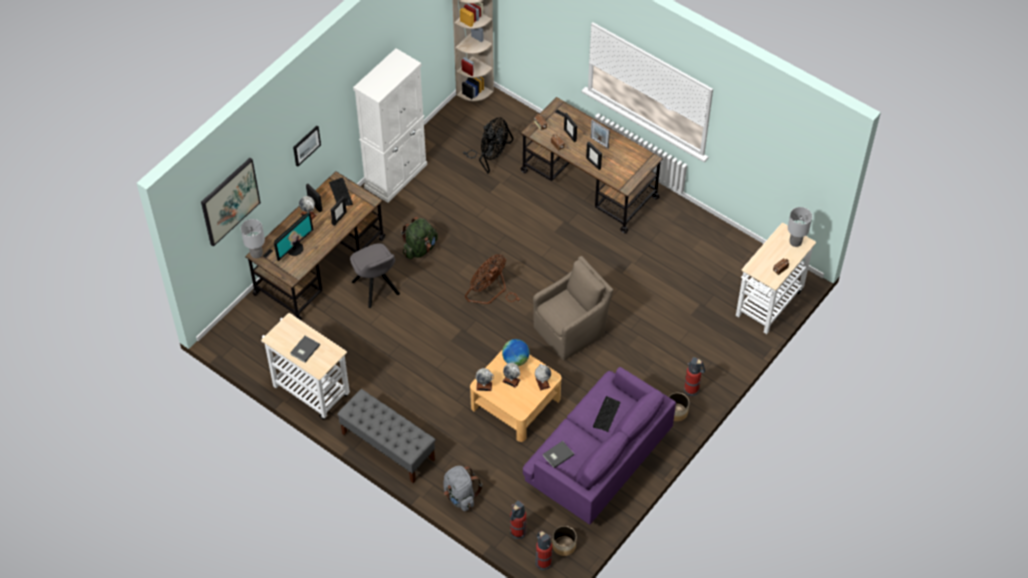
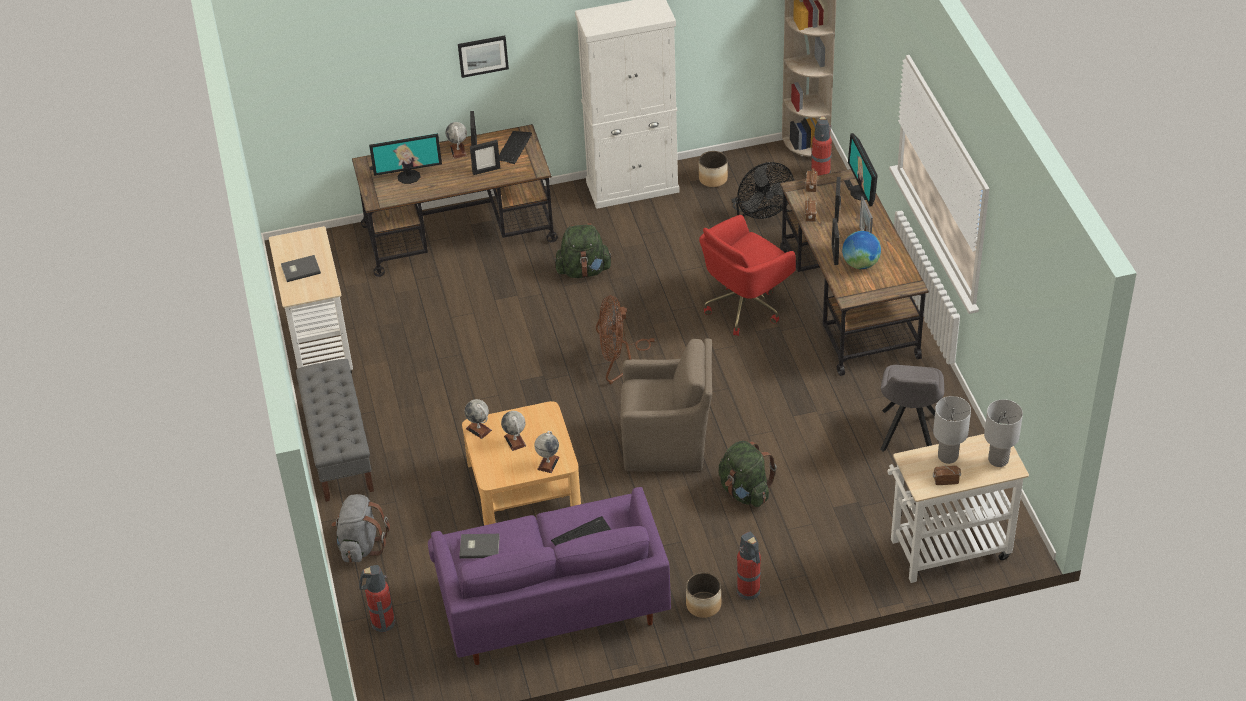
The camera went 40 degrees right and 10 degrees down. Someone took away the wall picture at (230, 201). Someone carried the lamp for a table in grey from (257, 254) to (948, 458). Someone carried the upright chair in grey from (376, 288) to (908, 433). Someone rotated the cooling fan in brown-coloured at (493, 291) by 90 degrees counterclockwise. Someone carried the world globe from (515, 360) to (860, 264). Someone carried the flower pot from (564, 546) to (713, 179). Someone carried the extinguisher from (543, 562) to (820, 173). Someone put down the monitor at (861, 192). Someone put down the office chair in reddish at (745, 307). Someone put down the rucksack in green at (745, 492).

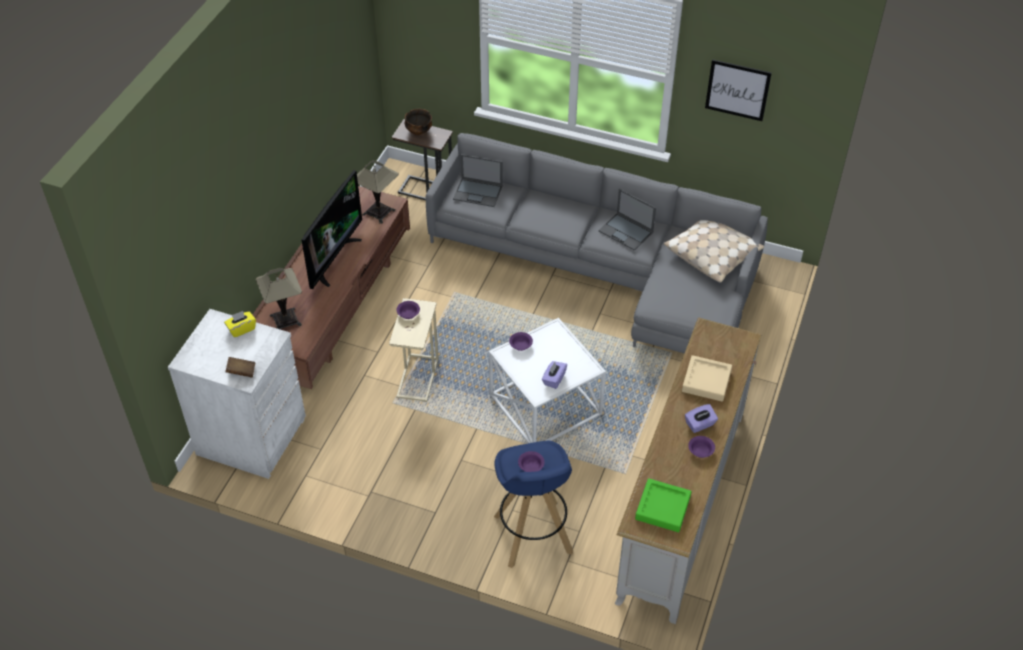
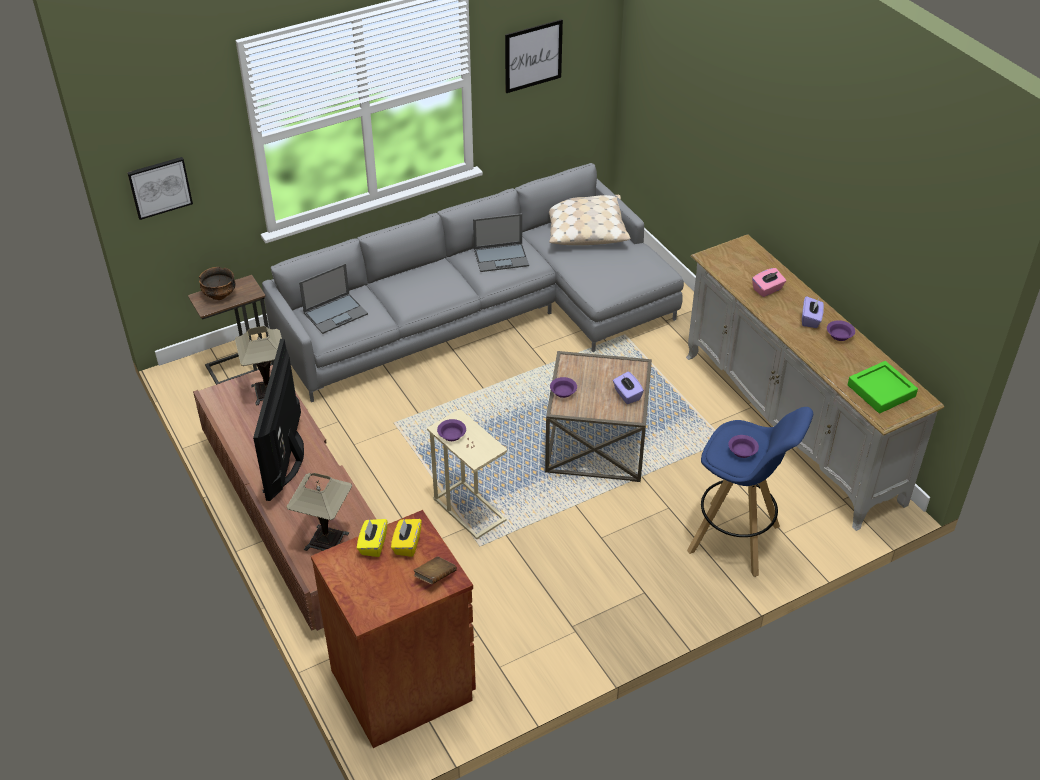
The camera went 50 degrees left and 5 degrees down. Someone rotated the TV set at (333, 259) by 150 degrees counterclockwise. Someone repainted the dresser in white-coloured at (252, 437), which became the dresser in brown-coloured at (401, 683). Someone repainted the accent table in white-coloured at (545, 405), which became the accent table in brown-coloured at (597, 444). Someone swapped the carrying tray in beige at (706, 381) for the tissue box in pink at (767, 290). Someone put up the wall picture at (160, 187). Someone put down the tissue box in yellow at (407, 544).

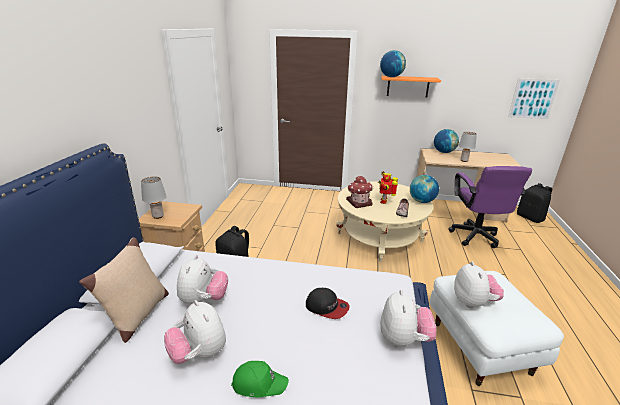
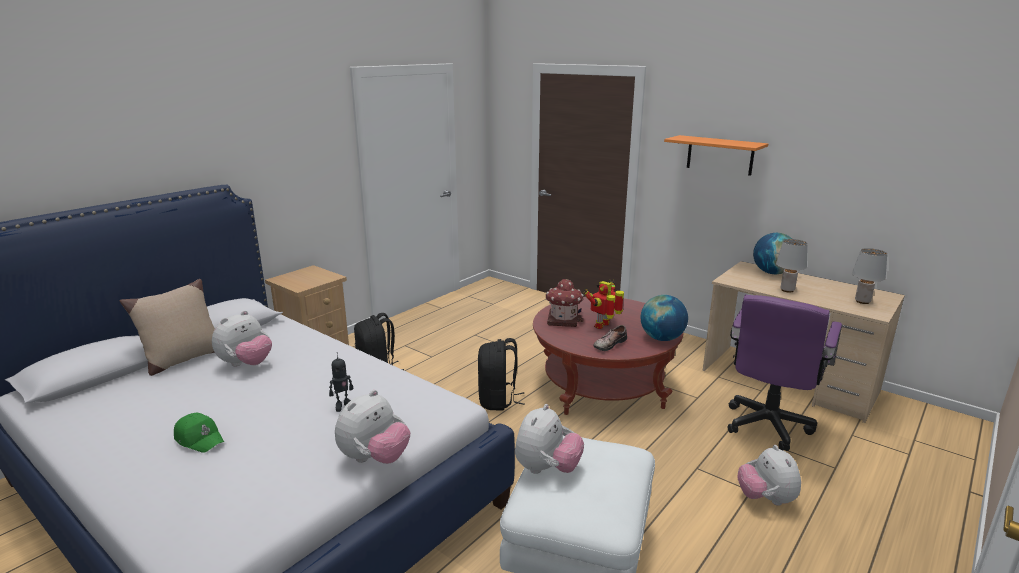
The camera went 30 degrees right and 5 degrees down. Someone took away the world globe at (391, 77). Someone took away the wall picture at (533, 99). Someone carried the lamp for a table in grey from (158, 216) to (863, 301). Someone repainted the low table in beige at (380, 237), which became the low table in reddish at (603, 385). Someone carried the rucksack in black from (530, 218) to (498, 400). Someone swapped the baseball cap at (327, 307) for the robot figure at (343, 405). Someone carried the cuddly toy from (199, 353) to (765, 499).

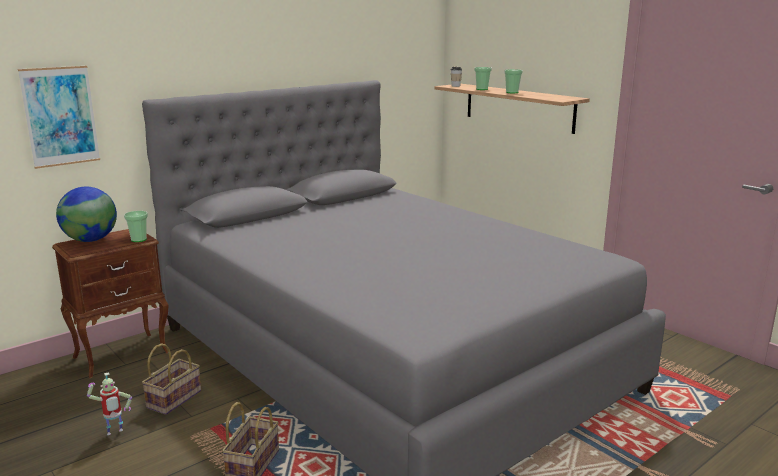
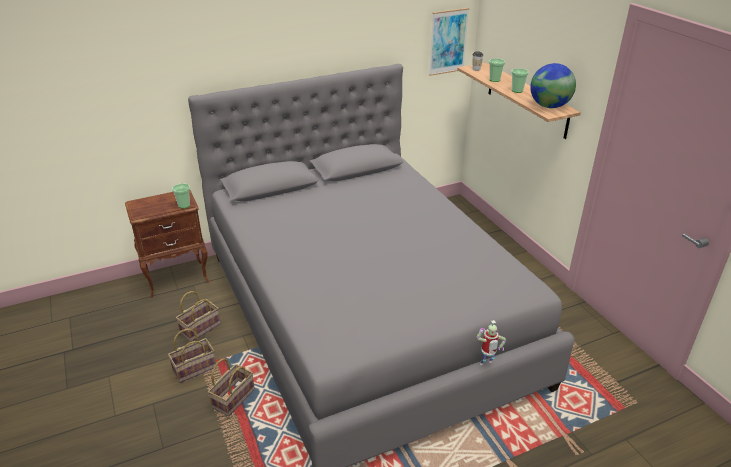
The camera went 15 degrees right and 15 degrees up. Someone carried the wall picture from (60, 116) to (448, 42). Someone carried the world globe from (90, 240) to (549, 106). Someone carried the robot figure from (115, 433) to (486, 364). Someone put down the household basket at (195, 368).

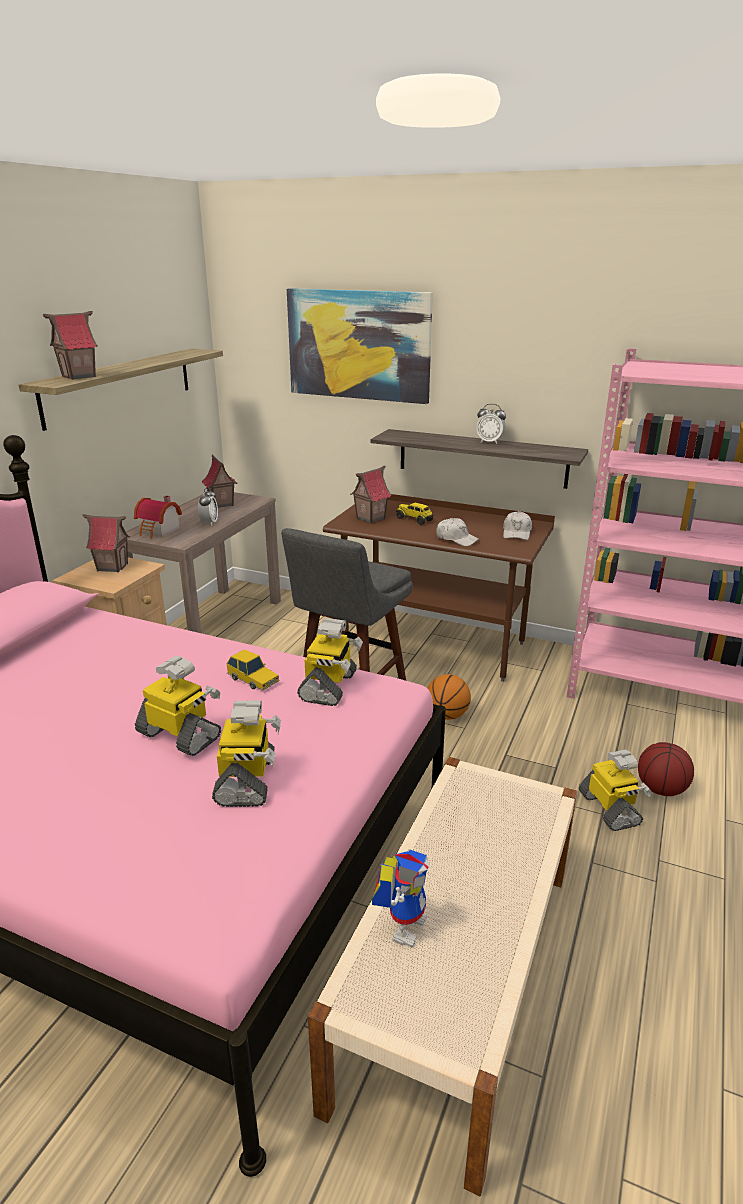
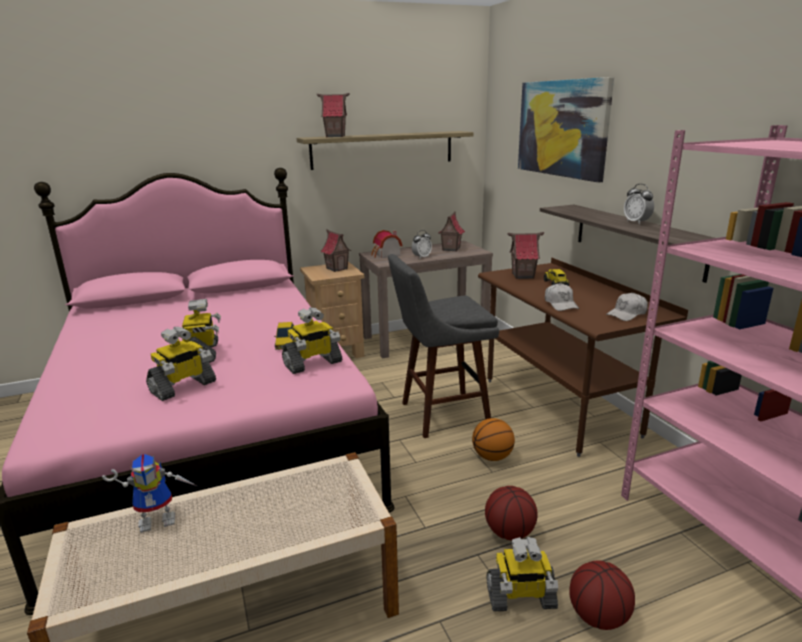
The camera went 45 degrees right and 5 degrees down. Someone rotated the robot figure at (610, 809) by 60 degrees clockwise. Someone put down the basketball ball at (509, 532).

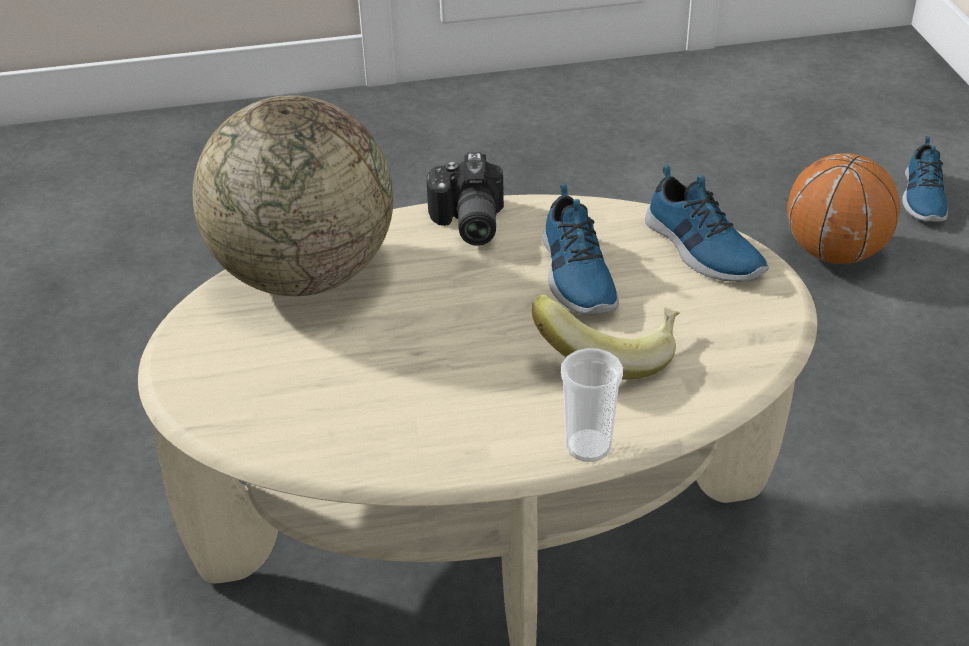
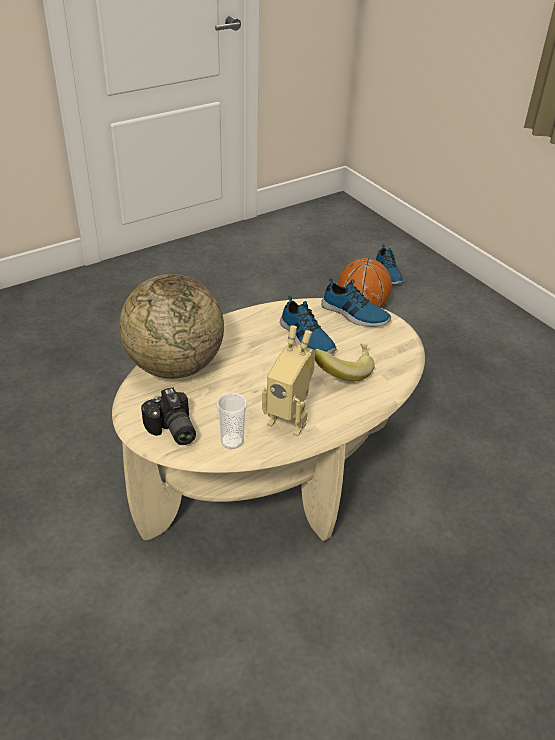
The camera went 25 degrees left and 0 degrees up. Someone carried the still camera from (466, 223) to (171, 431). Someone carried the cup from (588, 446) to (232, 441). Someone put down the robot figure at (289, 420).

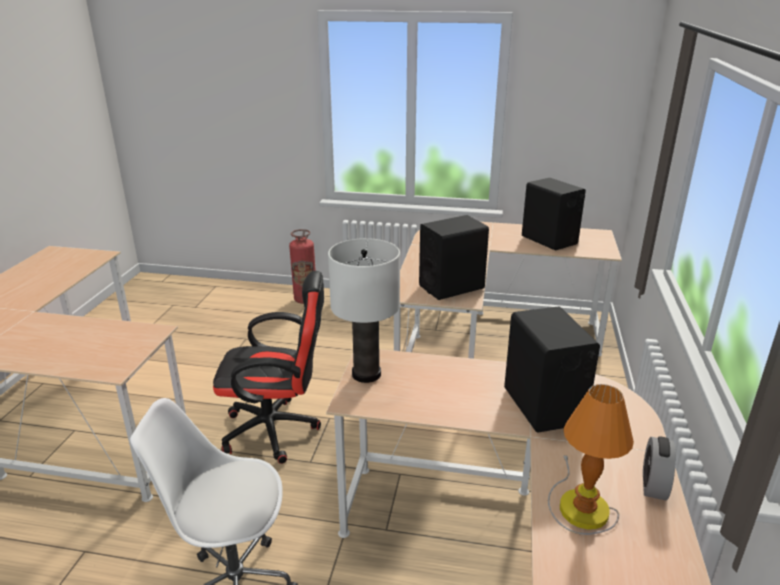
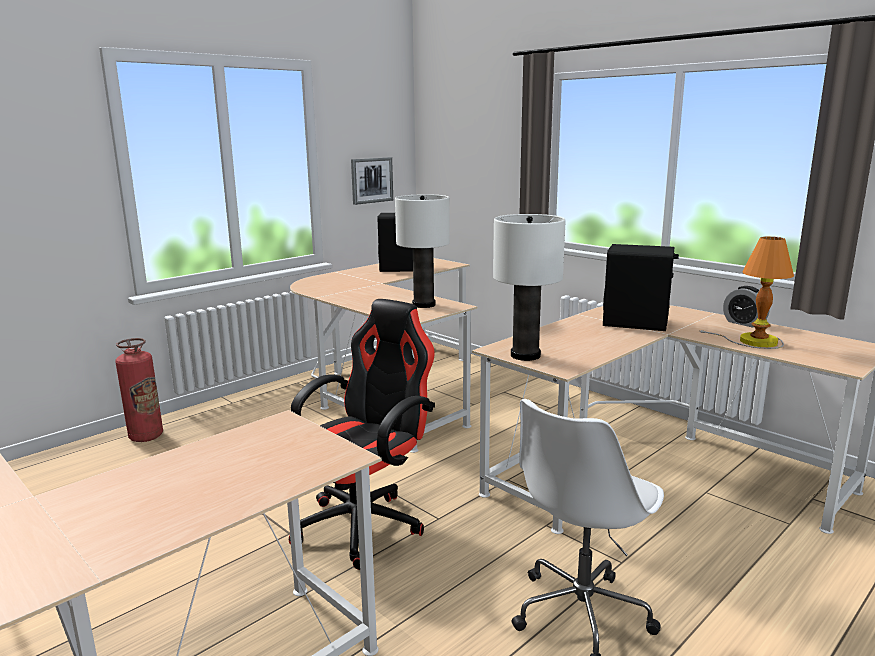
The camera went 55 degrees left and 10 degrees down. Someone swapped the audio speaker in black at (451, 287) for the lamp for a table in white-coloured at (424, 305). Someone put up the wall picture at (371, 180).

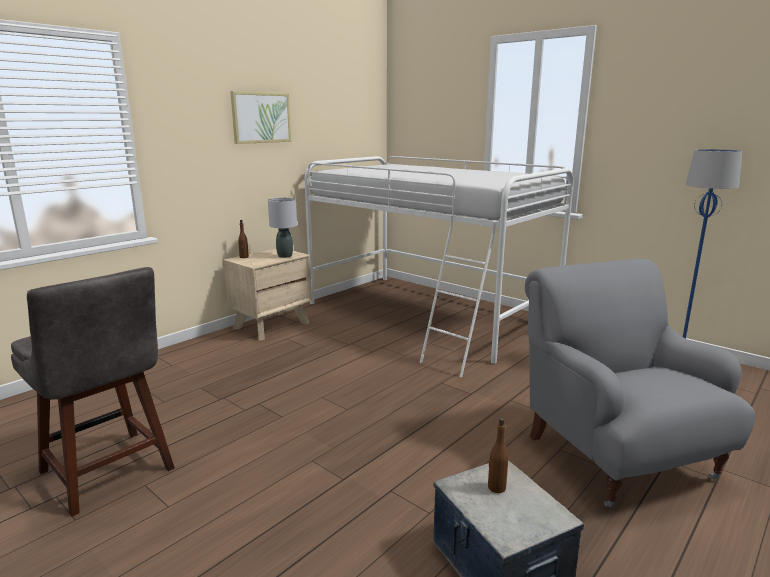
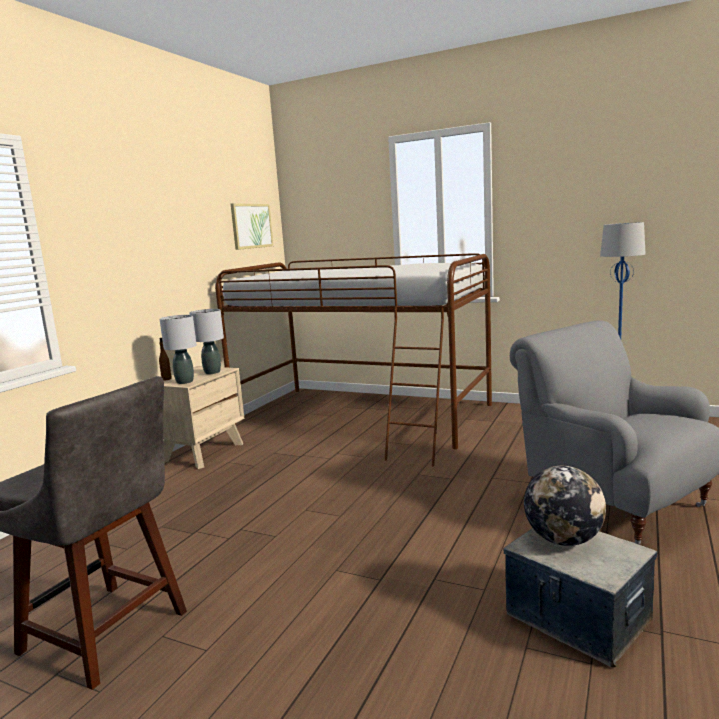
The camera went 15 degrees left and 5 degrees down. Someone carried the wall picture from (261, 117) to (251, 226). Someone repainted the bedroom bed in white-coloured at (429, 314), which became the bedroom bed in brown-coloured at (364, 416). Someone swapped the drink bottle in brown-coloured at (496, 487) for the world globe at (563, 540). Someone put down the lamp for a table in grey at (185, 382).

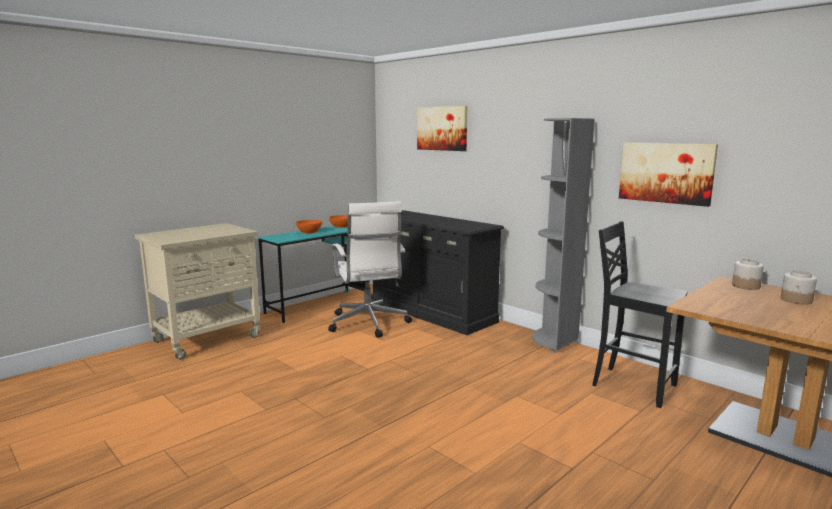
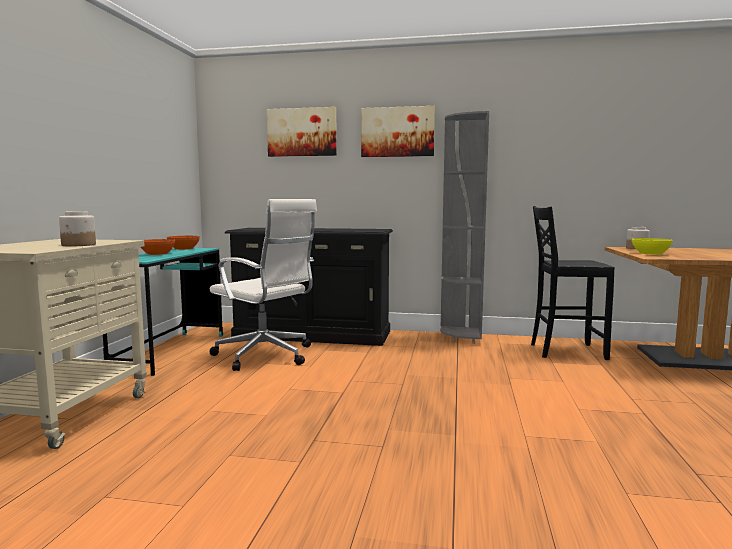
The camera went 35 degrees left and 5 degrees down. Someone carried the wall picture from (666, 172) to (397, 132). Someone carried the preserve jar from (796, 300) to (78, 245). Someone put down the serving bowl in yellow at (650, 253).

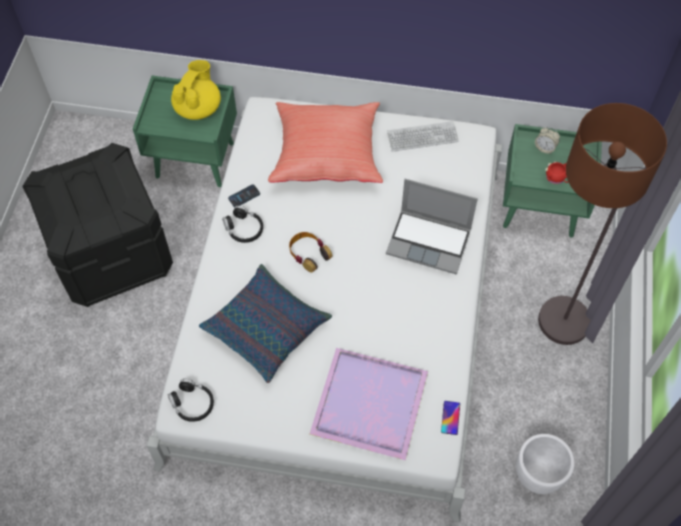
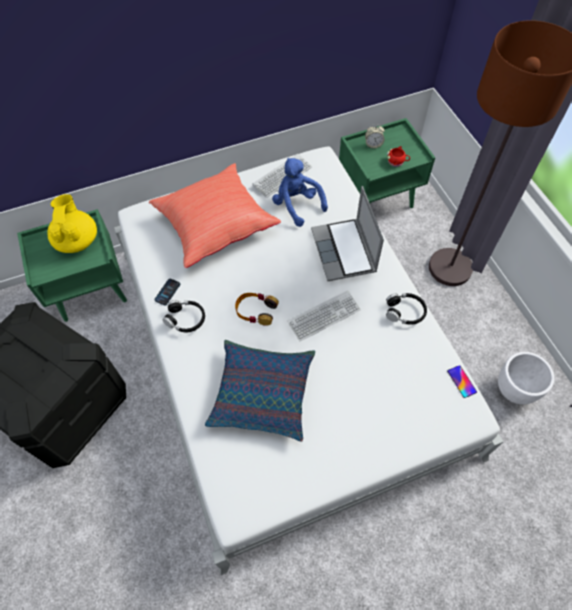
The camera went 30 degrees left and 0 degrees up. Someone rotated the portable computer at (430, 242) by 90 degrees clockwise. Someone took away the carrying tray in purple at (367, 405). Someone carried the headset in black from (192, 403) to (405, 312). Someone put down the cuddly toy in blue-coloured at (297, 205). Someone put down the computer keyboard at (324, 316).

